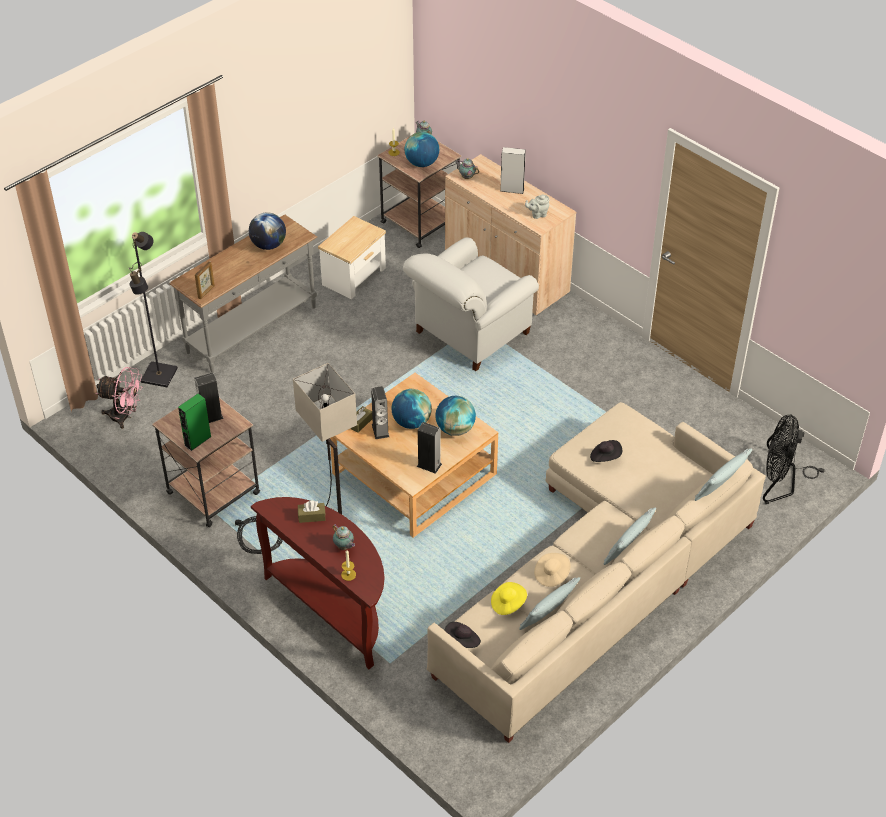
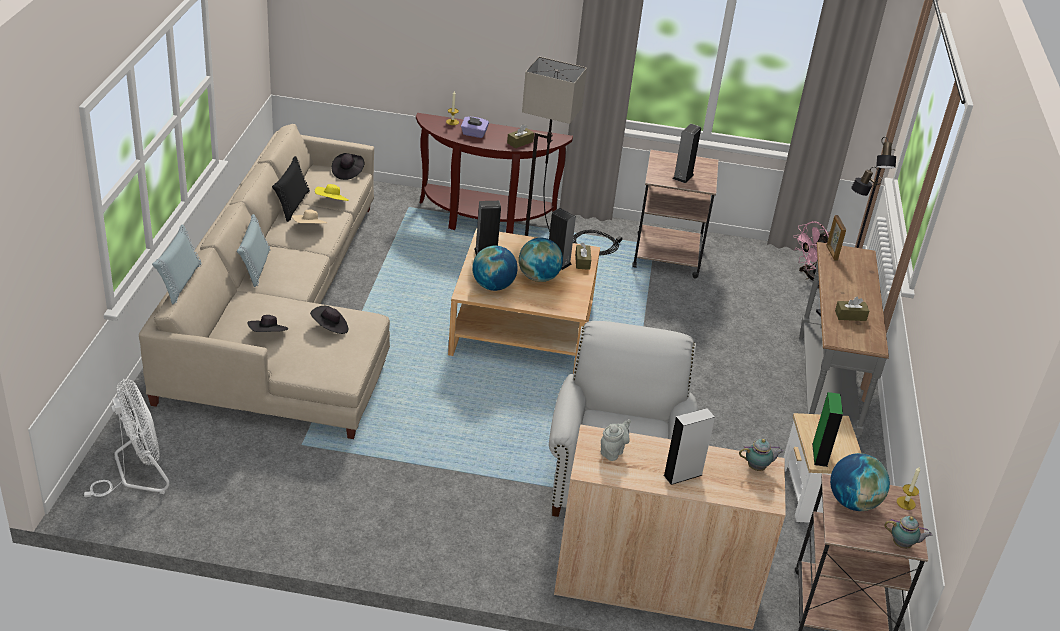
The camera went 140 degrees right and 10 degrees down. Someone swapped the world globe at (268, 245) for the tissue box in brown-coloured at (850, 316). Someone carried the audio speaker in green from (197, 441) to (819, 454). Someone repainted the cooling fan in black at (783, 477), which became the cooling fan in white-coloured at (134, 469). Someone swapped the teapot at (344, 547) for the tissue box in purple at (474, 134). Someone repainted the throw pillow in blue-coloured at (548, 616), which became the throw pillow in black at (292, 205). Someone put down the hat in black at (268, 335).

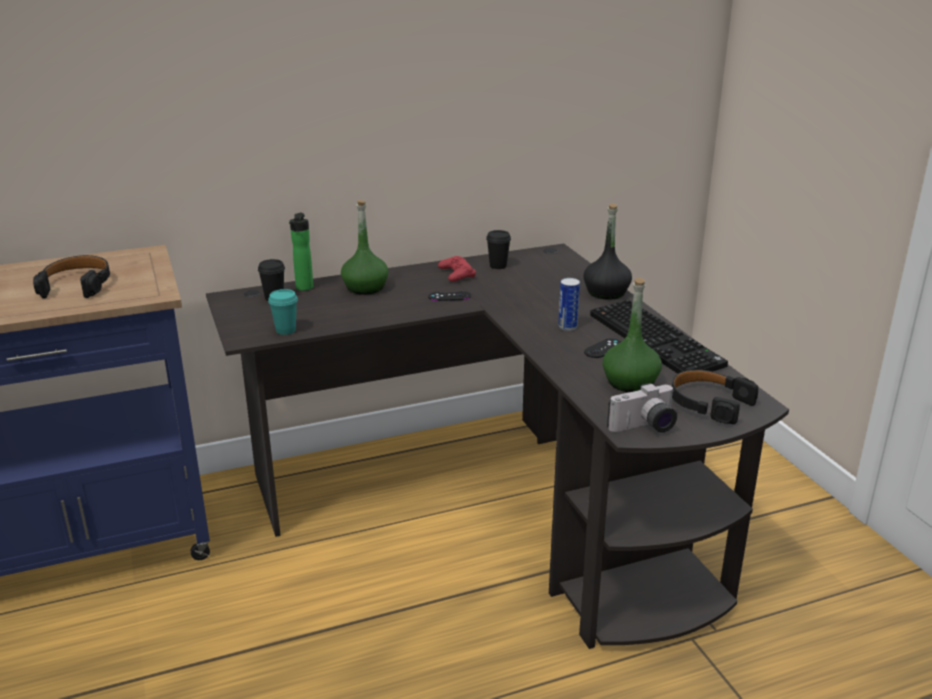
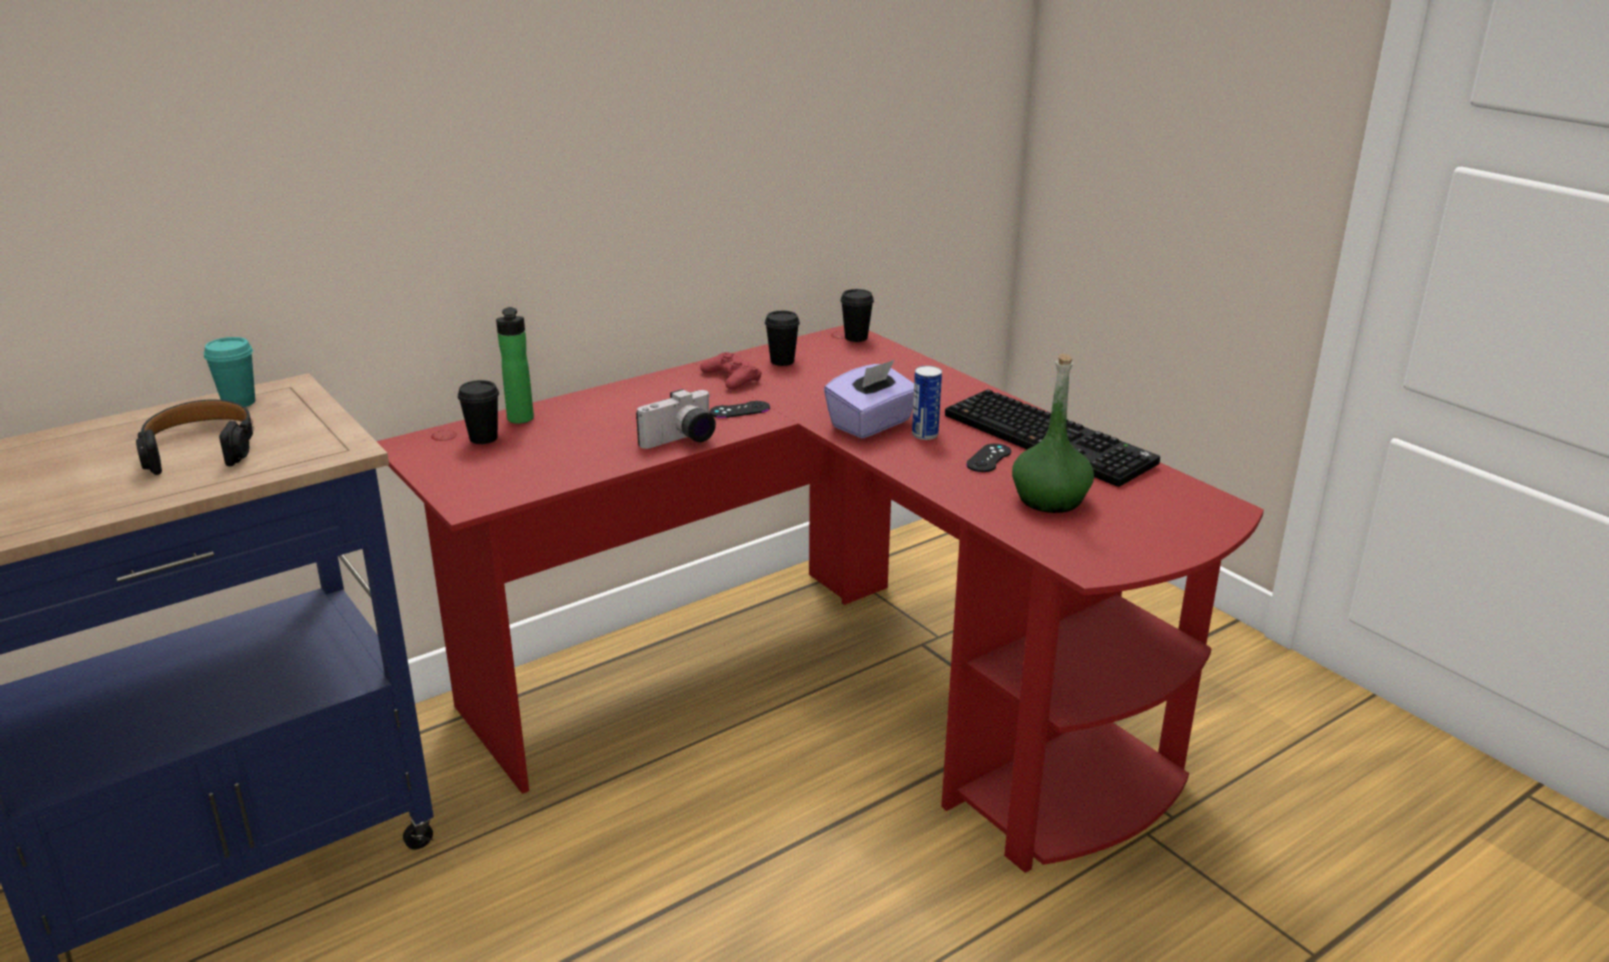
The camera went 15 degrees left and 0 degrees up. Someone took away the drink bottle in green at (365, 288). Someone took away the drink bottle in black at (606, 292). Someone repainted the desk table in black at (496, 504), which became the desk table in reddish at (820, 695). Someone carried the cup in blue-green from (285, 330) to (239, 402). Someone took away the headset in black at (709, 403). Someone carried the still camera from (645, 427) to (681, 440). Someone put down the cup in black at (856, 338). Someone put down the tissue box in purple at (872, 424).

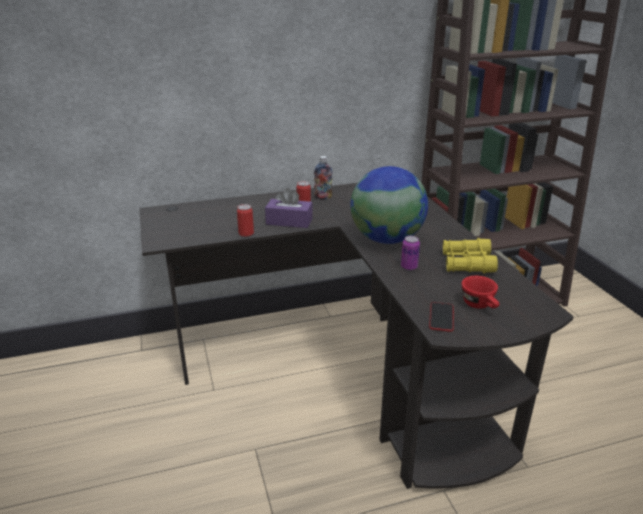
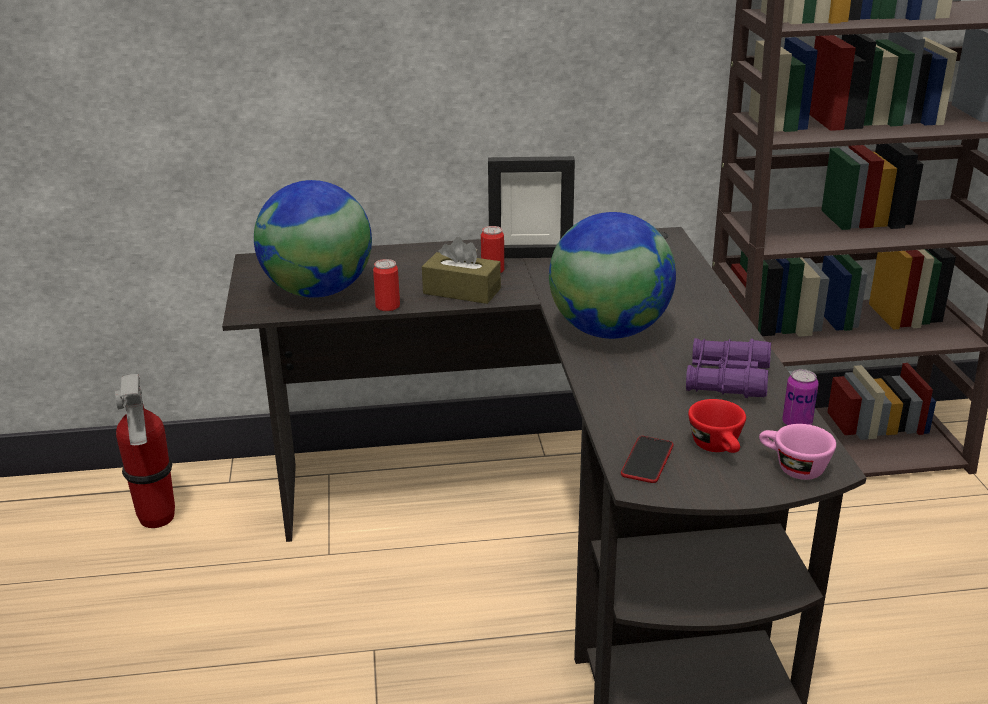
The camera went 10 degrees right and 0 degrees up. Someone swapped the drink bottle at (323, 198) for the photo frame at (530, 255). Someone repainted the tissue box in purple at (289, 221), which became the tissue box in brown-coloured at (461, 291). Someone carried the can from (409, 267) to (797, 423). Someone repainted the field glasses in yellow at (467, 263), which became the field glasses in purple at (727, 379). Someone put down the world globe at (318, 291). Someone put down the extinguisher at (157, 519). Someone put down the cup in pink at (792, 467).

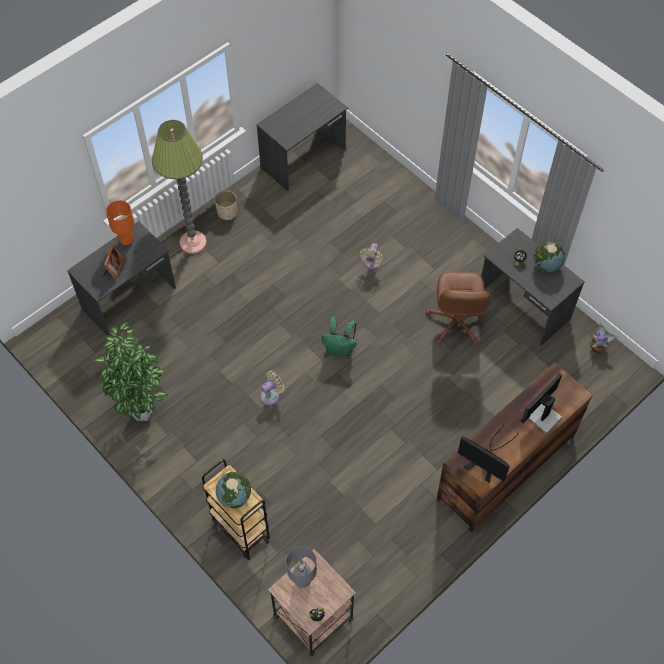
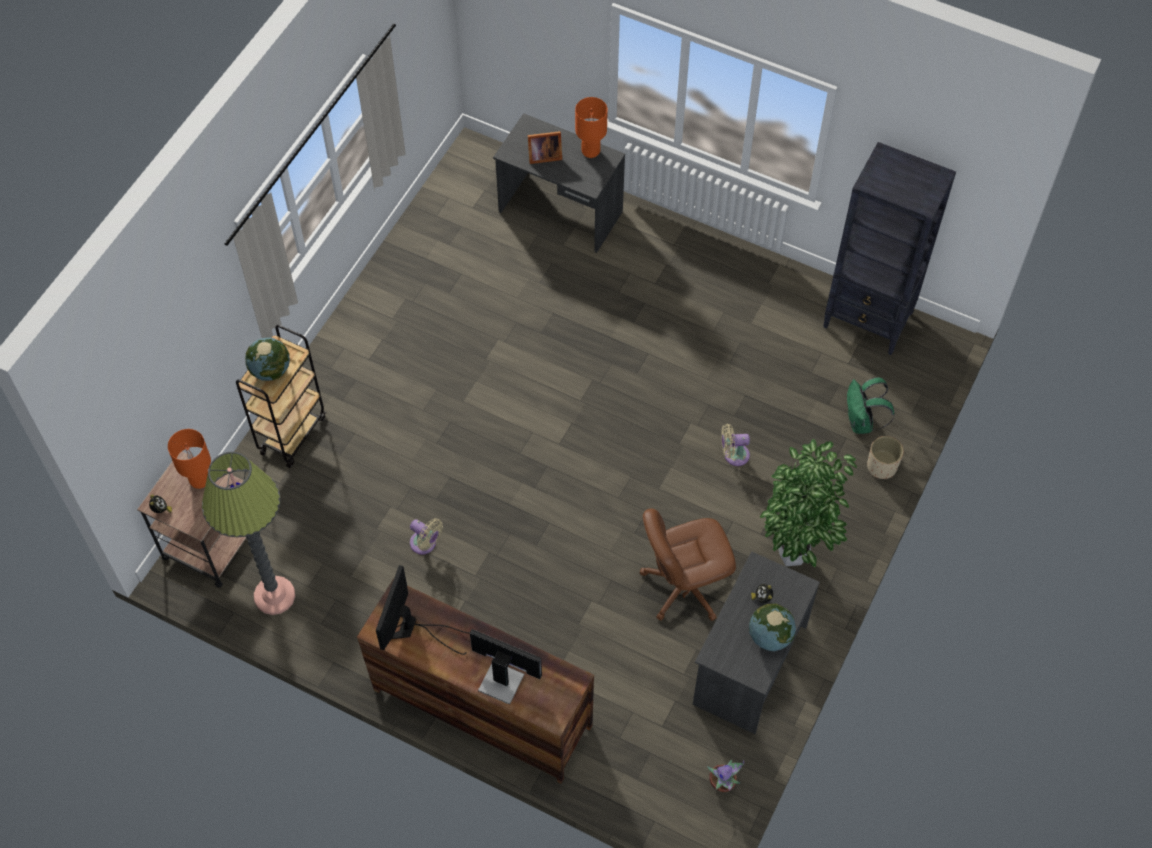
The camera went 70 degrees right and 0 degrees up. Someone swapped the desk table in grey at (304, 158) for the bookshelf in black at (868, 321). Someone carried the floor lamp from (193, 242) to (274, 596). Someone carried the flower pot in beige from (227, 212) to (882, 466). Someone carried the rucksack in green from (340, 349) to (861, 422). Someone carried the houseplant from (143, 411) to (796, 556). Someone carried the cooling fan in beige from (271, 395) to (425, 544). Someone repainted the lamp for a table in grey at (302, 580), which became the lamp for a table in orange-coloured at (200, 481).

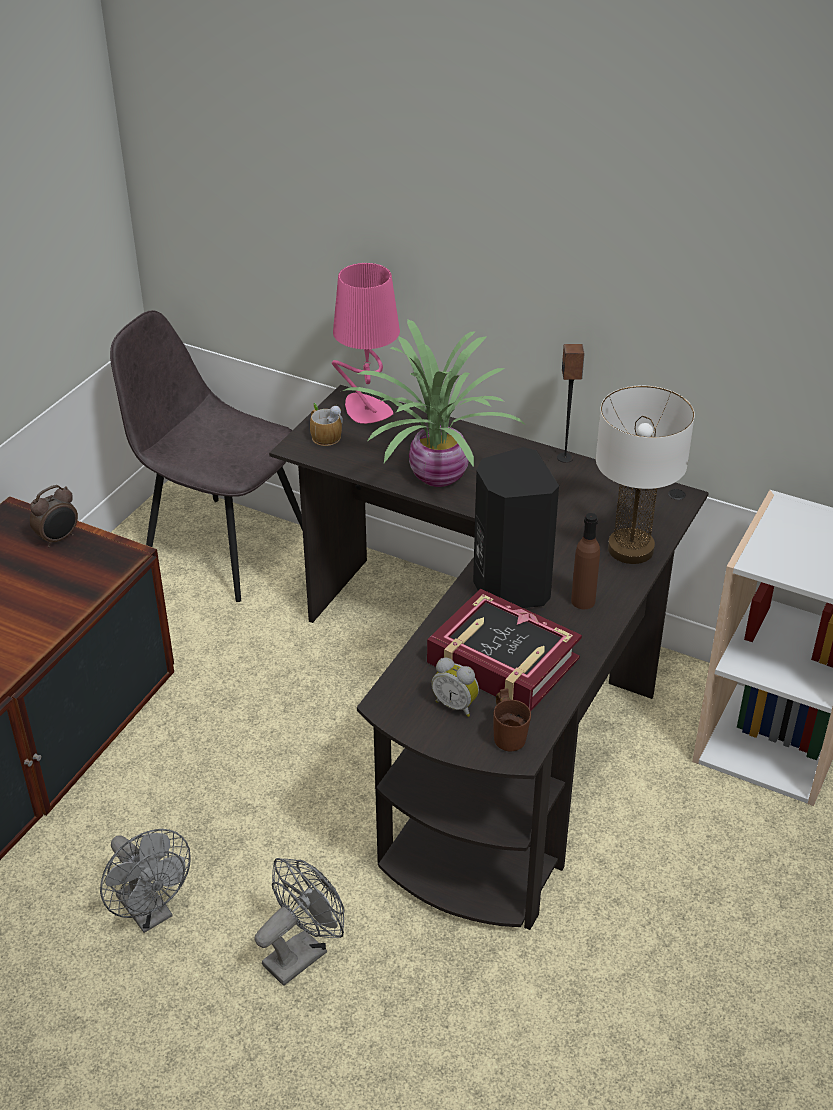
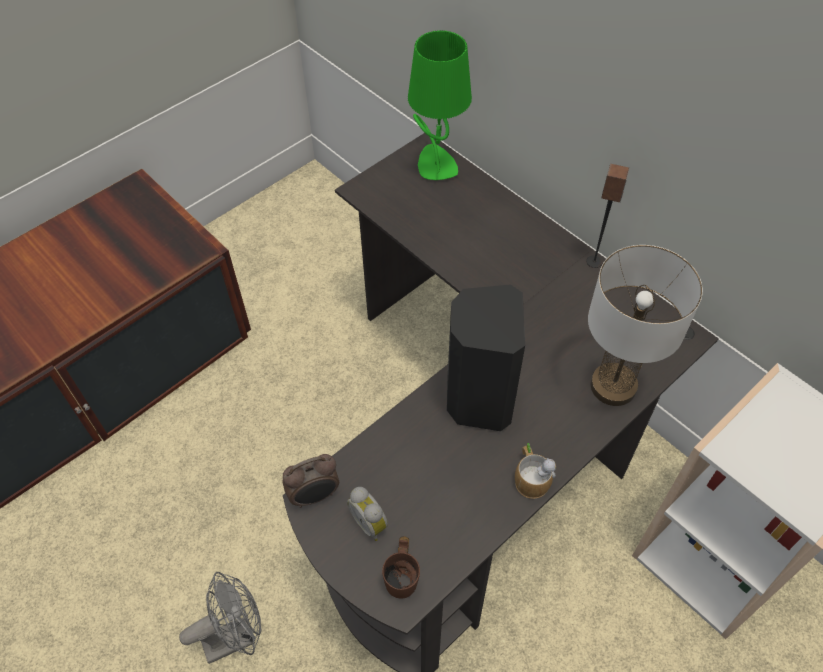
The camera went 20 degrees right and 15 degrees up. Someone repainted the lamp for a table in pink at (365, 410), which became the lamp for a table in green at (435, 164). Someone took away the upright chair in grey at (222, 547). Someone took away the houseplant at (436, 474). Someone carried the coffee mug from (324, 434) to (531, 476). Someone carried the table clock from (59, 539) to (315, 496). Someone took away the drink bottle in brown-coloured at (583, 601). Someone took away the book at (502, 662). Someone took away the cooling fan in grey at (150, 913).

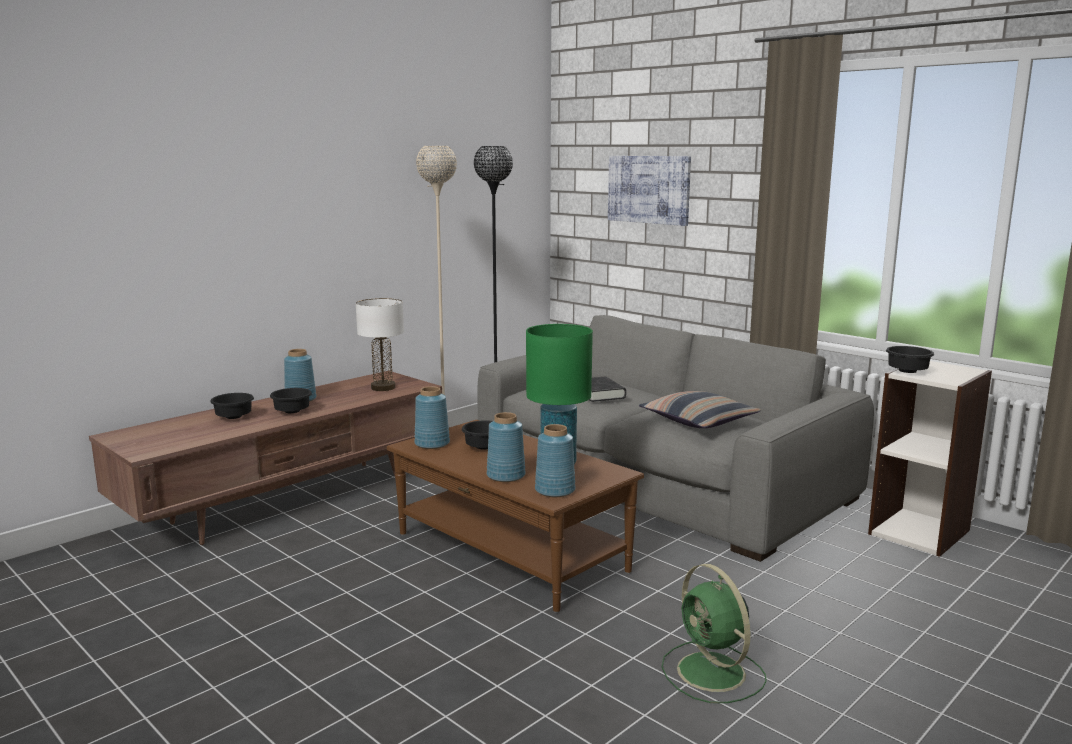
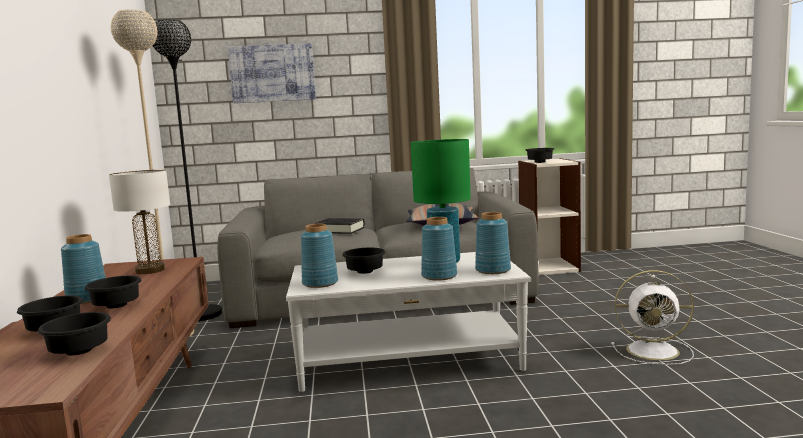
The camera went 50 degrees left and 5 degrees down. Someone repainted the low table in brown-coloured at (511, 553), which became the low table in white-coloured at (409, 361). Someone repainted the cooling fan in green at (713, 673), which became the cooling fan in white-coloured at (655, 351). Someone put down the serving bowl in black at (77, 352).

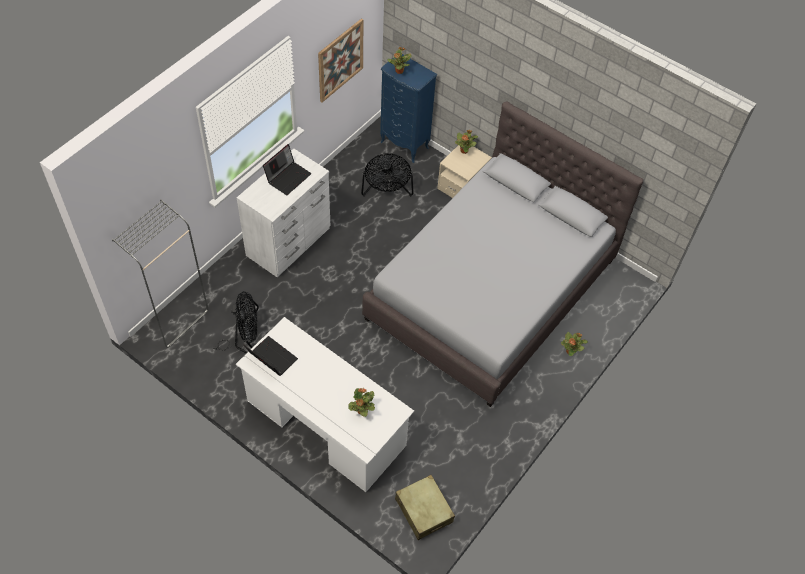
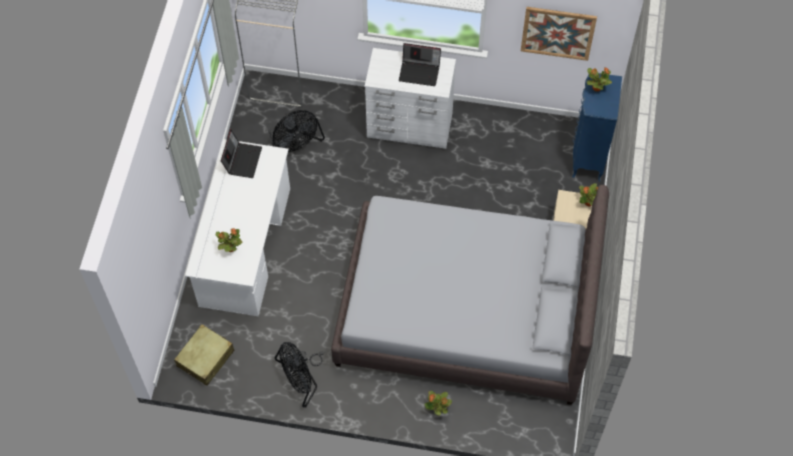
The camera went 65 degrees right and 5 degrees up. Someone carried the cooling fan in black from (385, 188) to (301, 377).

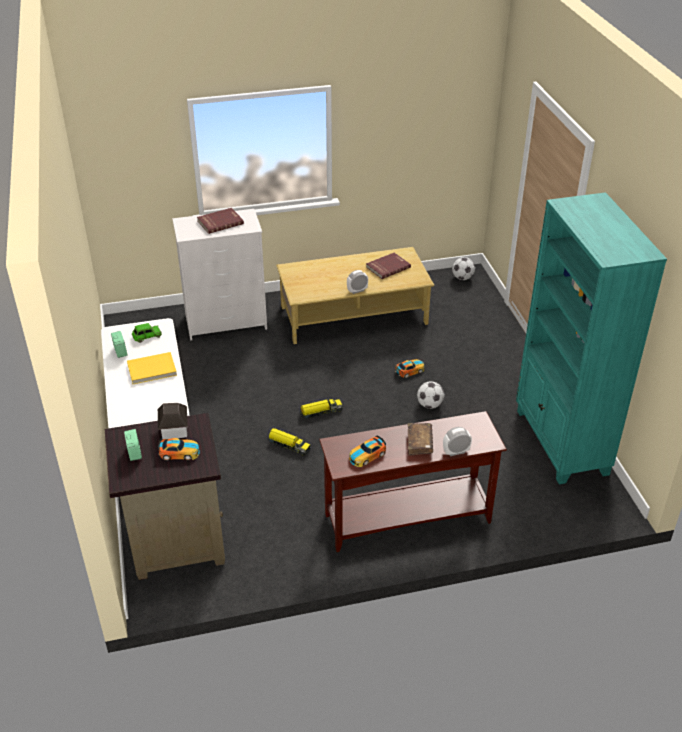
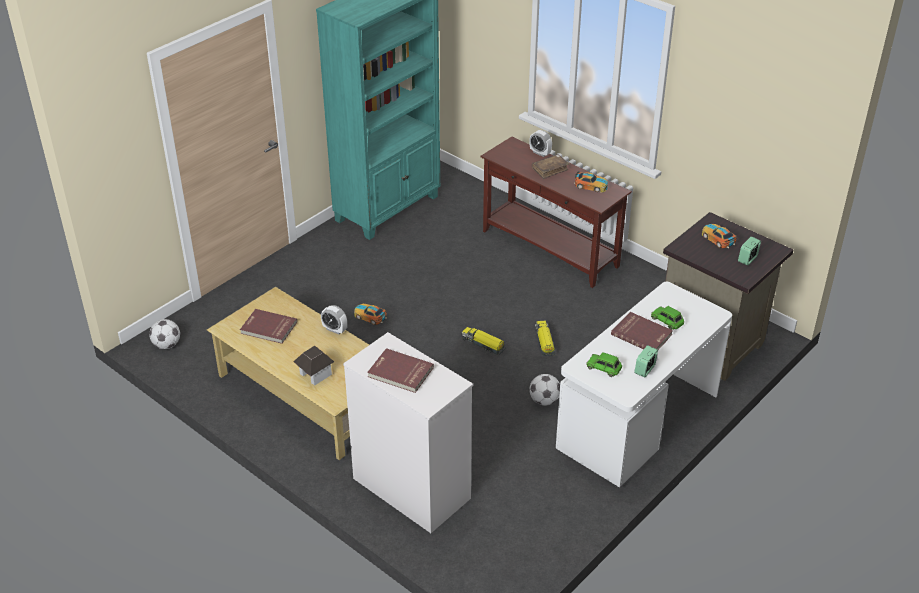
The camera went 125 degrees left and 0 degrees up. Someone repainted the book in yellow at (152, 370), which became the book in reddish at (642, 334). Someone carried the football from (429, 405) to (544, 401). Someone carried the miniature house from (174, 430) to (315, 374). Someone put down the model car in green at (667, 320).

